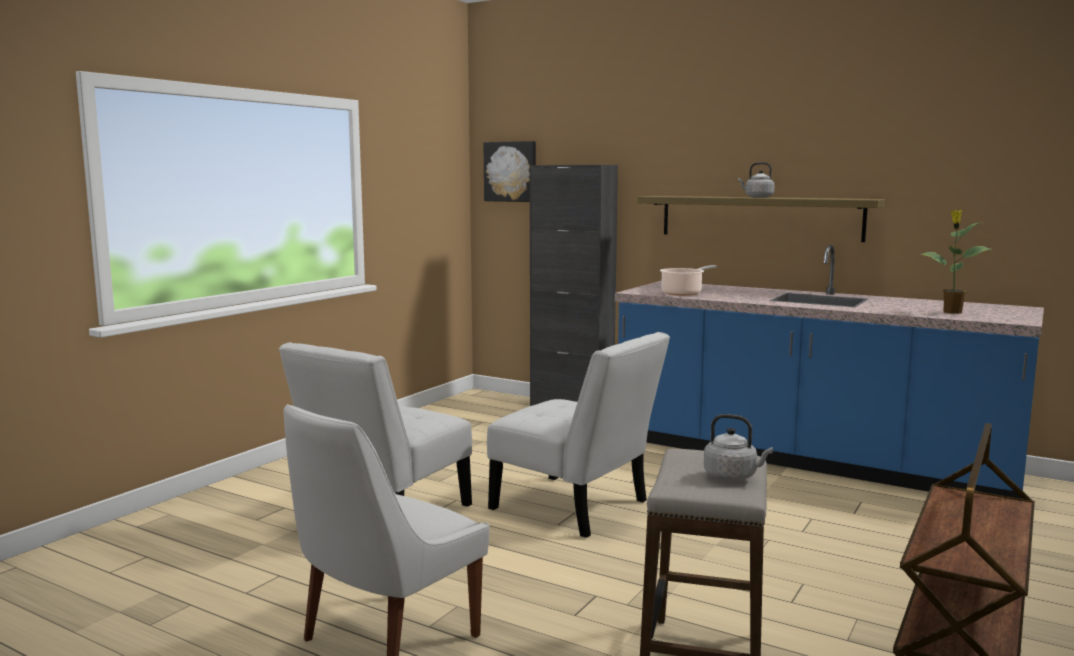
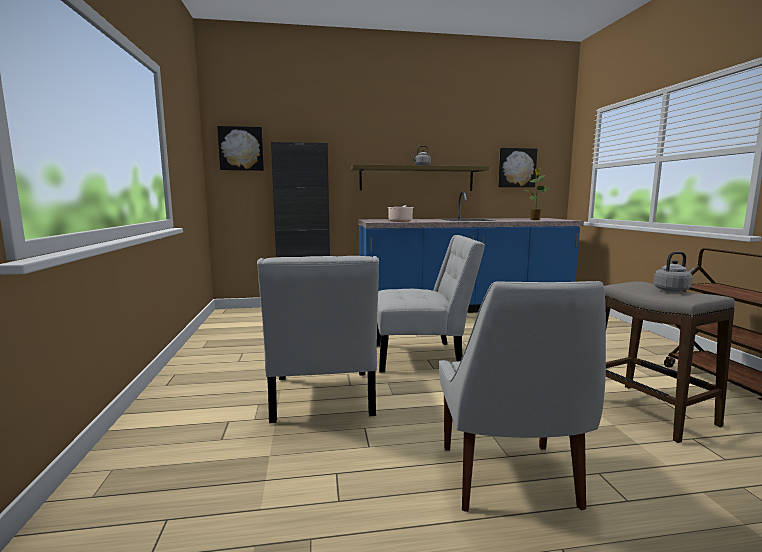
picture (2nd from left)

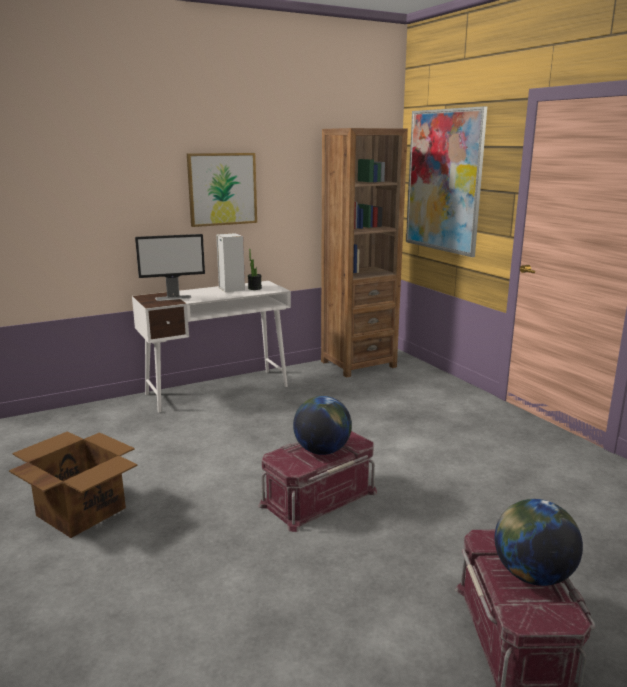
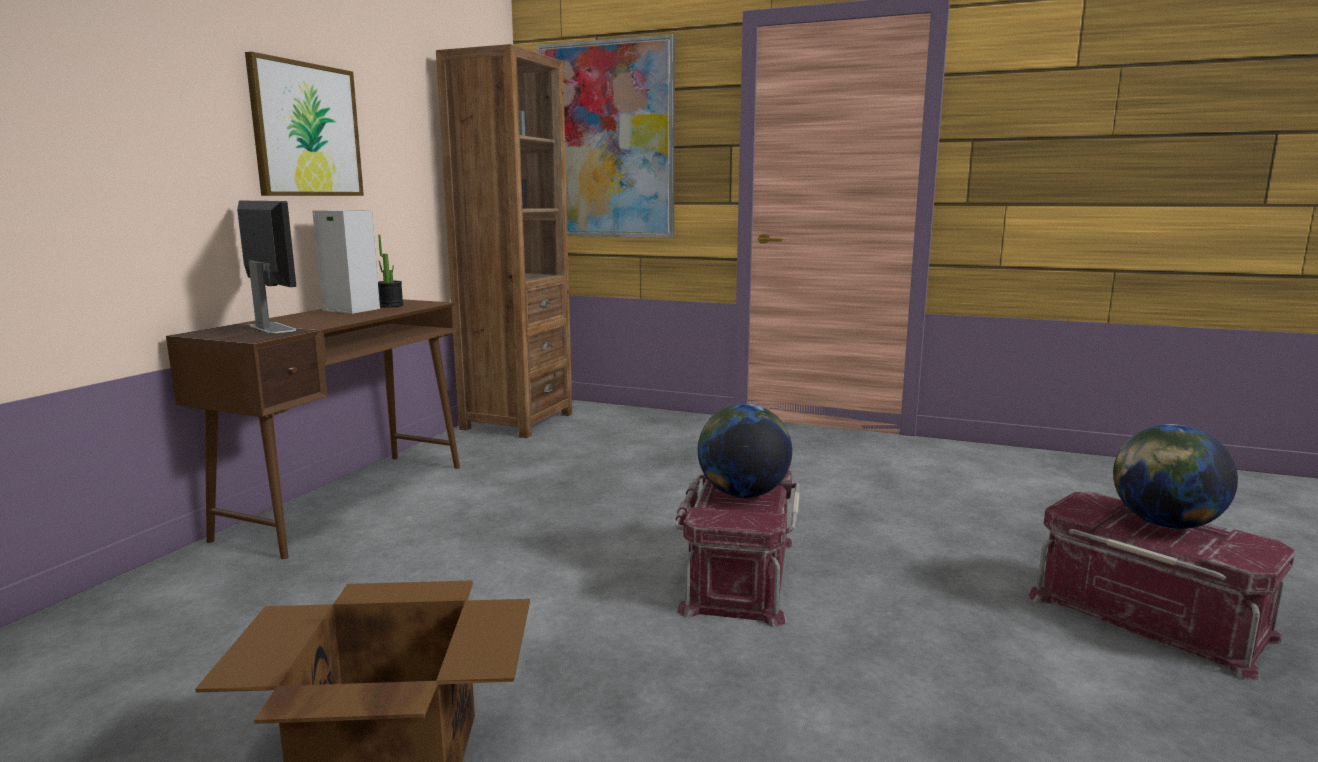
brownish_desk_table; monitor

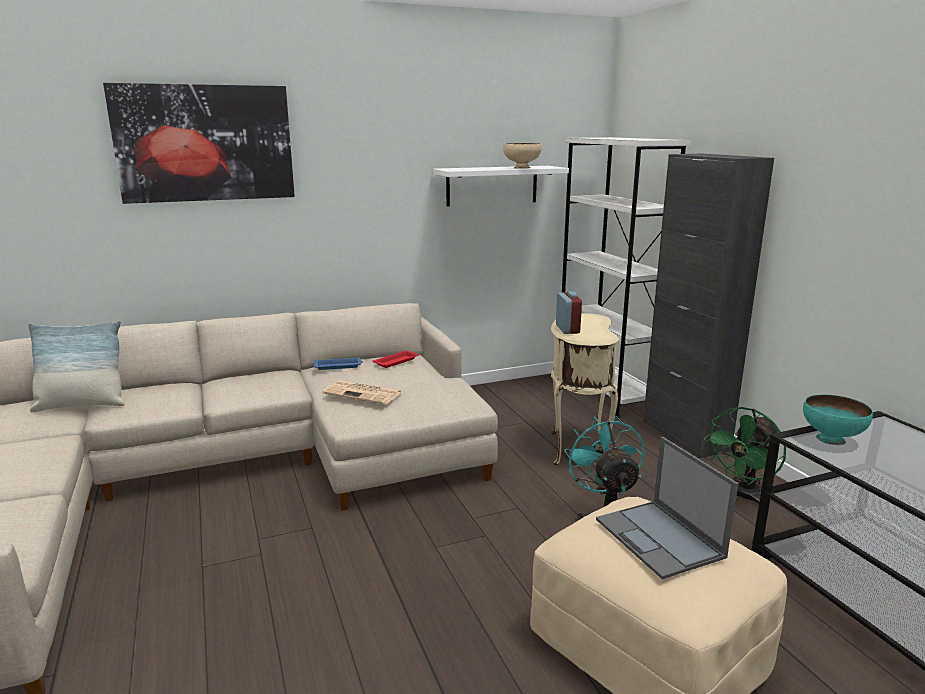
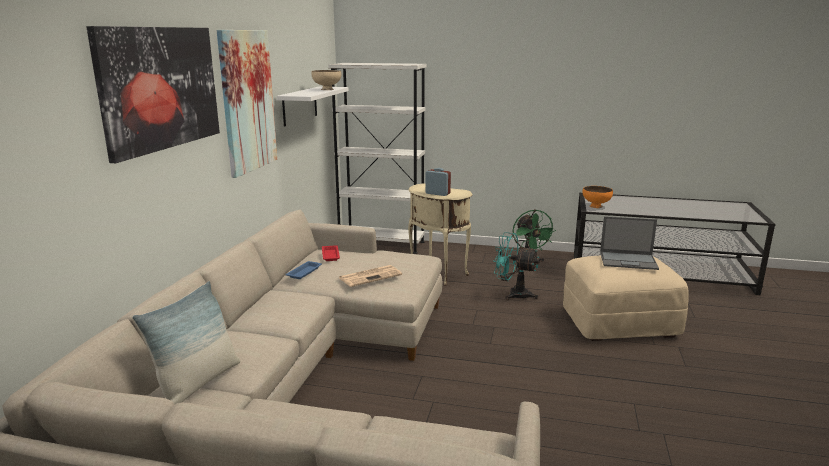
blackish_cupboard; picture (2nd from left); orange_bowl

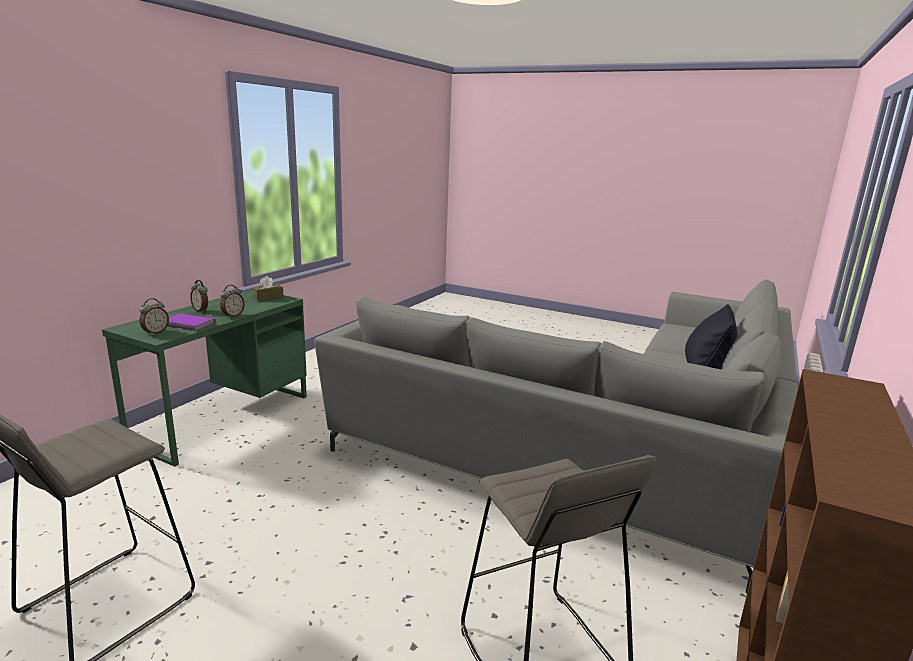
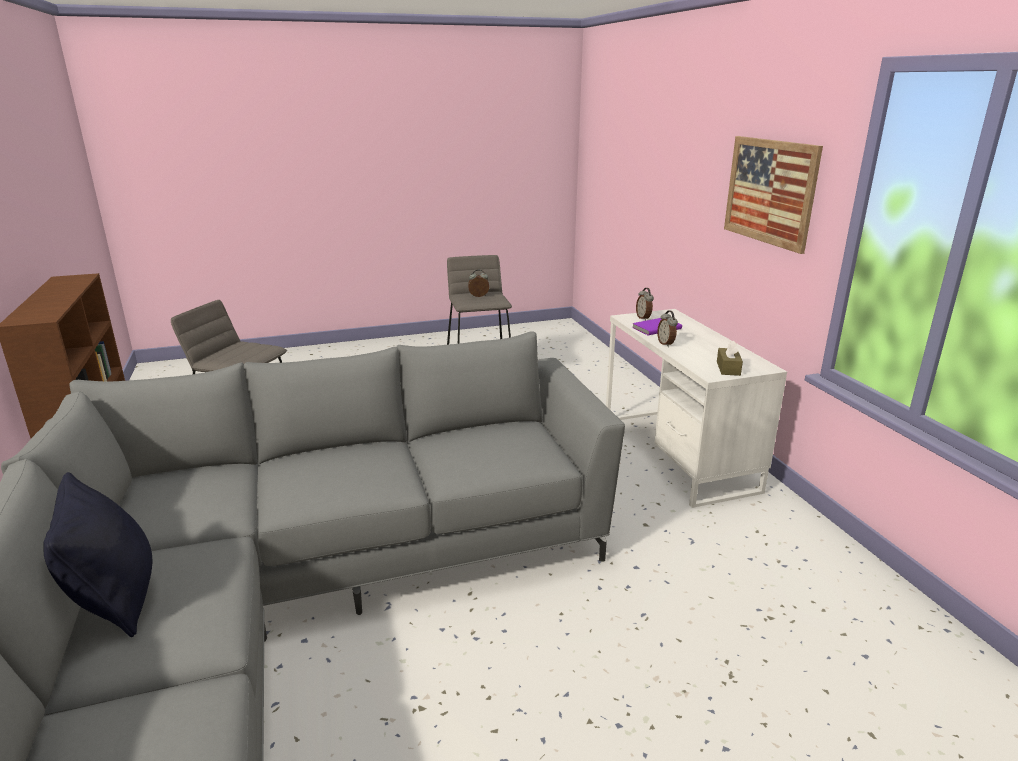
picture; table_clock (1st from left); white-coloured_desk_table

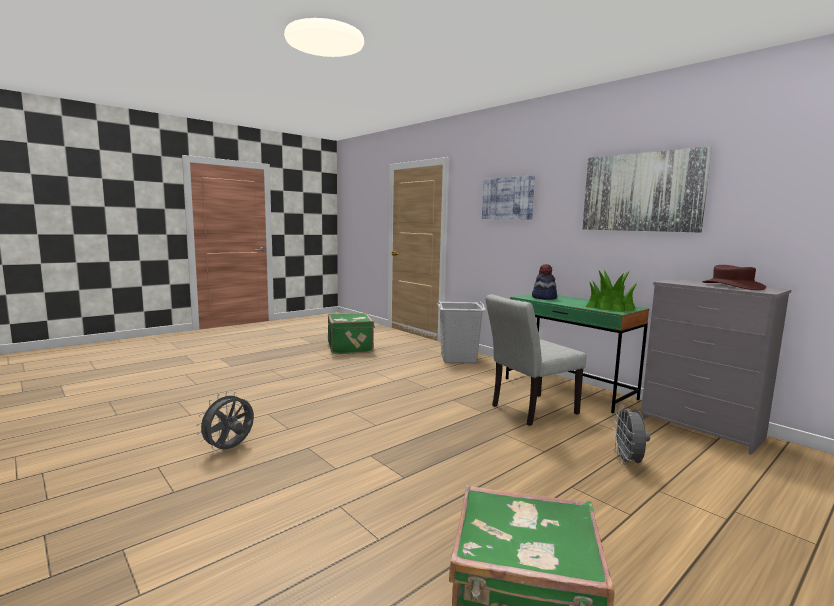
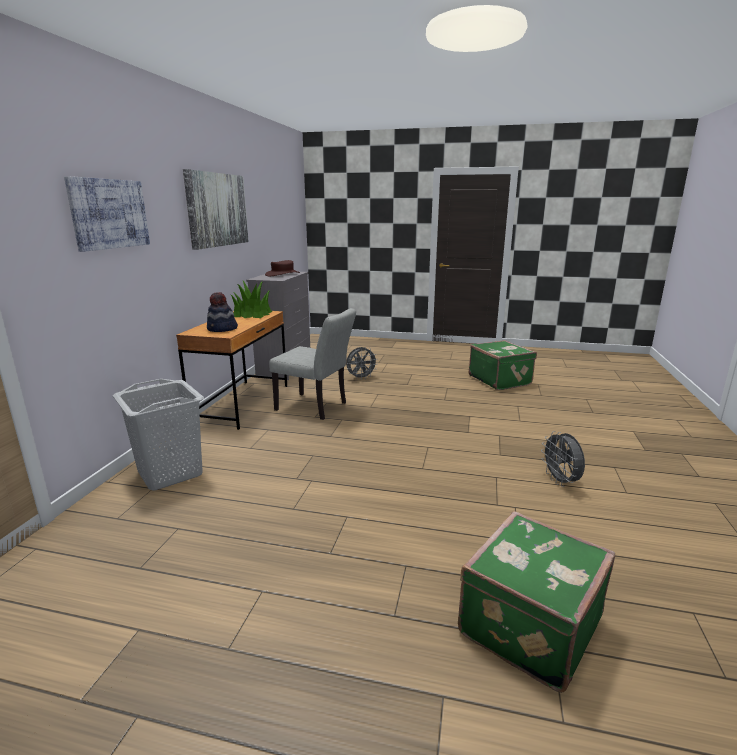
green_suitcase (2nd from left); brownish_desk_table; grey_electric_fan (2nd from left)

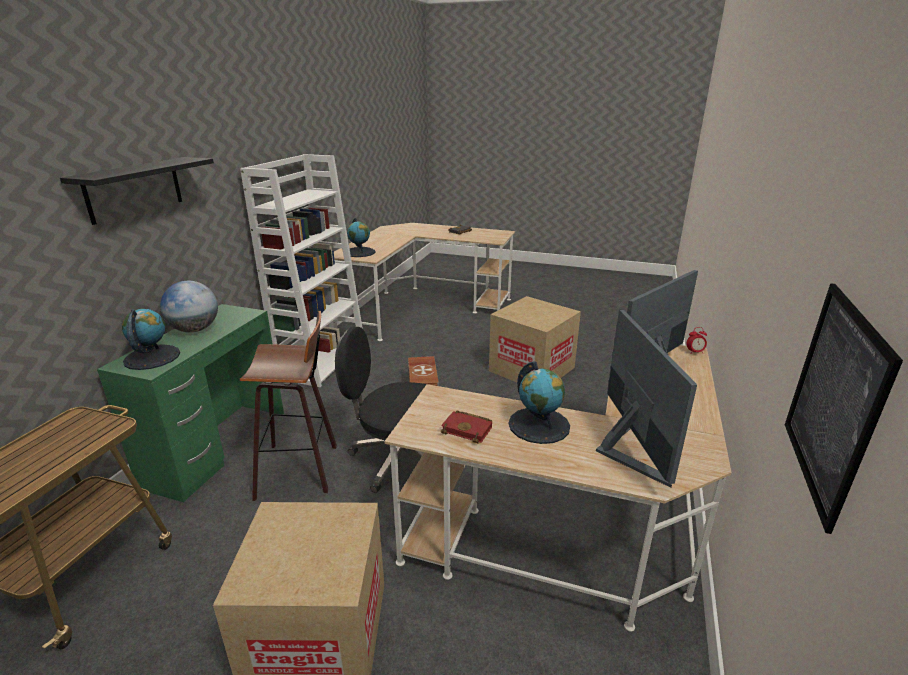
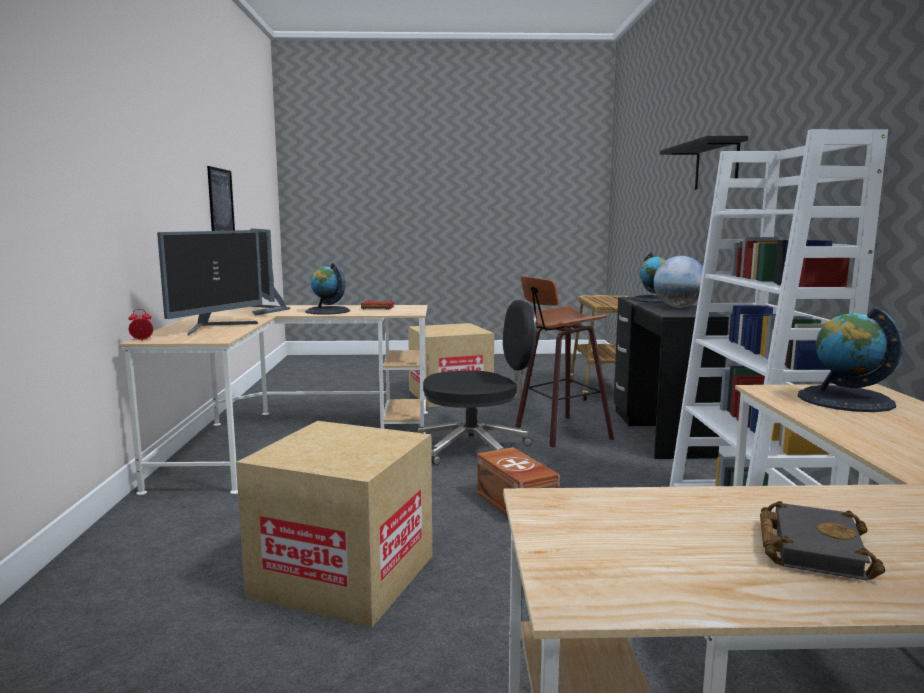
blackish_desk_table

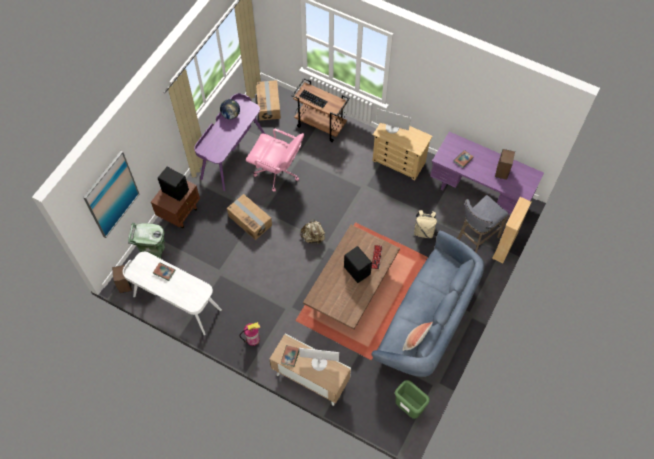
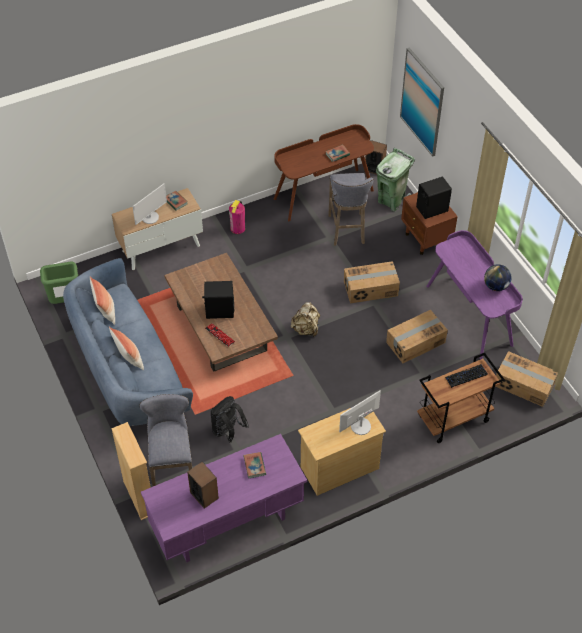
throw_pillow (2nd from left); grey_stool_seat (2nd from left); packing_box (2nd from left); brownish_desk_table; blackish_knapsack

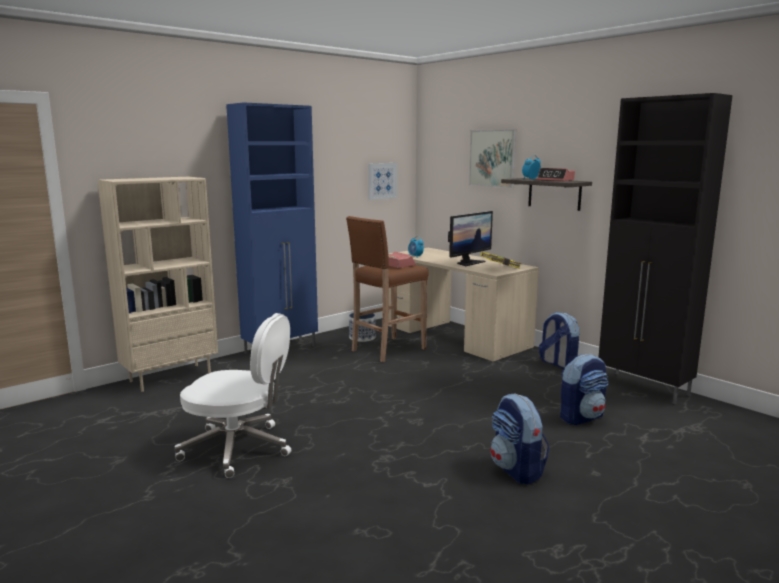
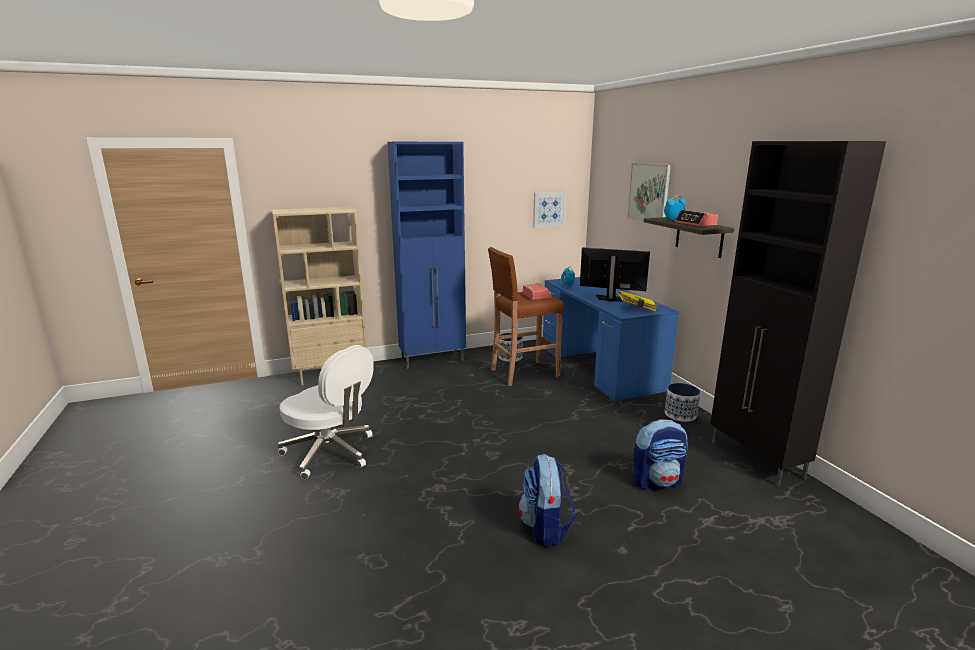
planter (2nd from left); blue-coloured_desk_table; monitor

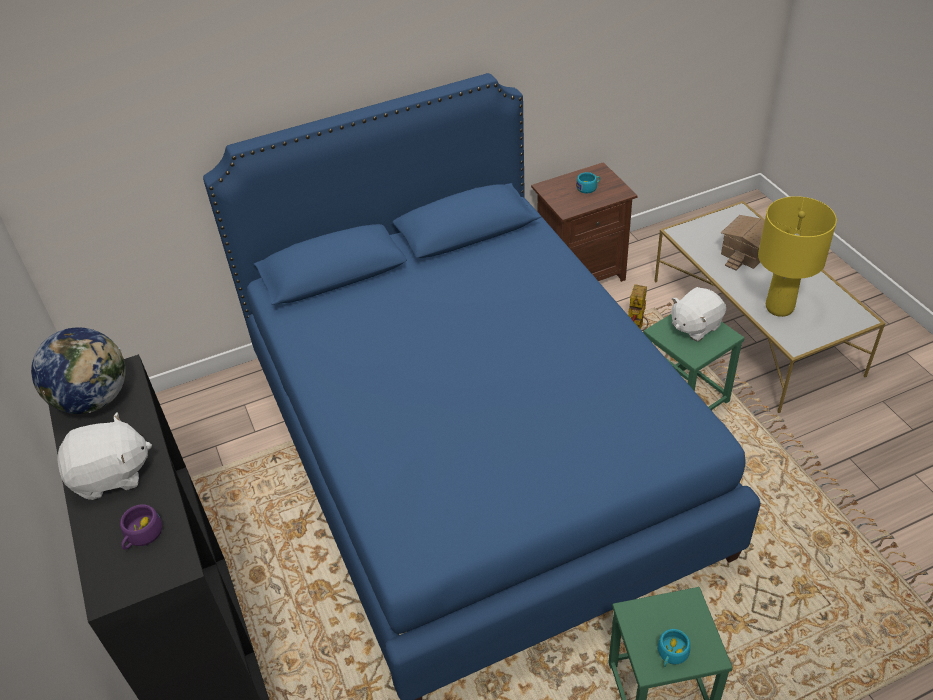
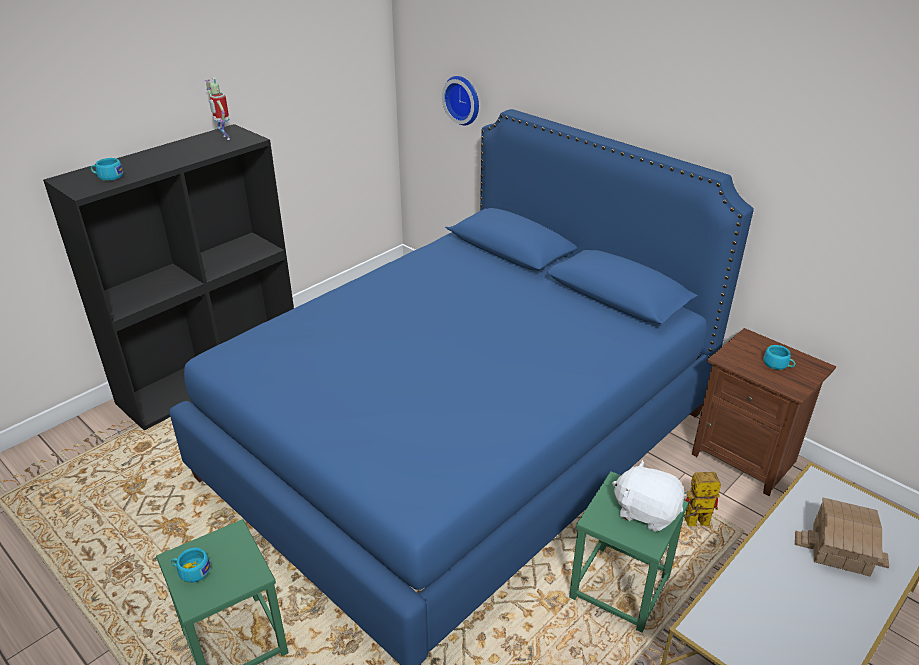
white-coloured_plush_toy (1st from left in the first image); yellow_table_lamp; clock_on_the_wall; robot_figure (1st from left); turquoise_small_cup (1st from left)

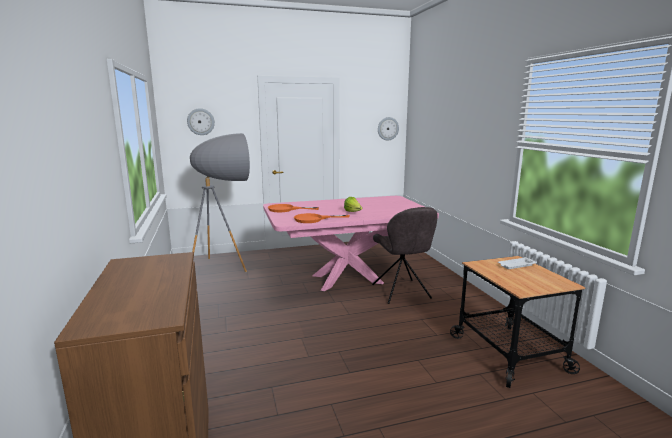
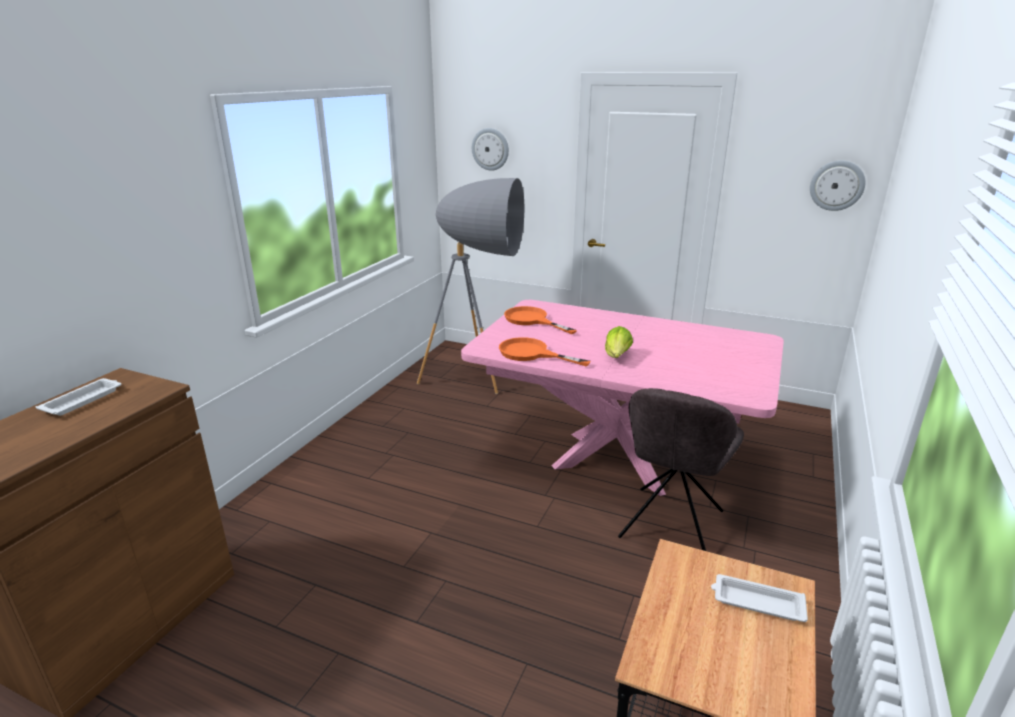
white-coloured_carrying_tray (1st from left)

